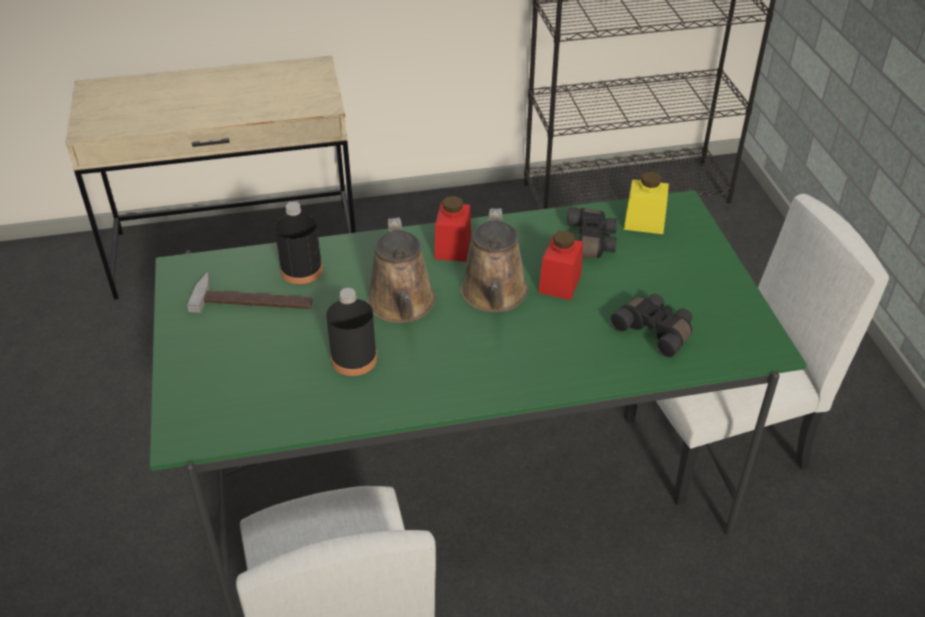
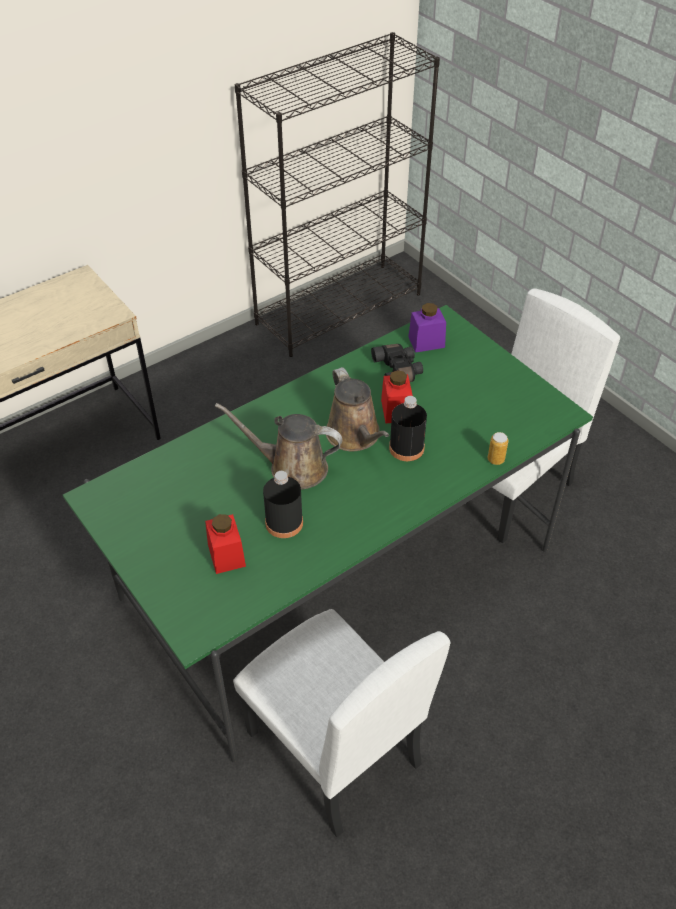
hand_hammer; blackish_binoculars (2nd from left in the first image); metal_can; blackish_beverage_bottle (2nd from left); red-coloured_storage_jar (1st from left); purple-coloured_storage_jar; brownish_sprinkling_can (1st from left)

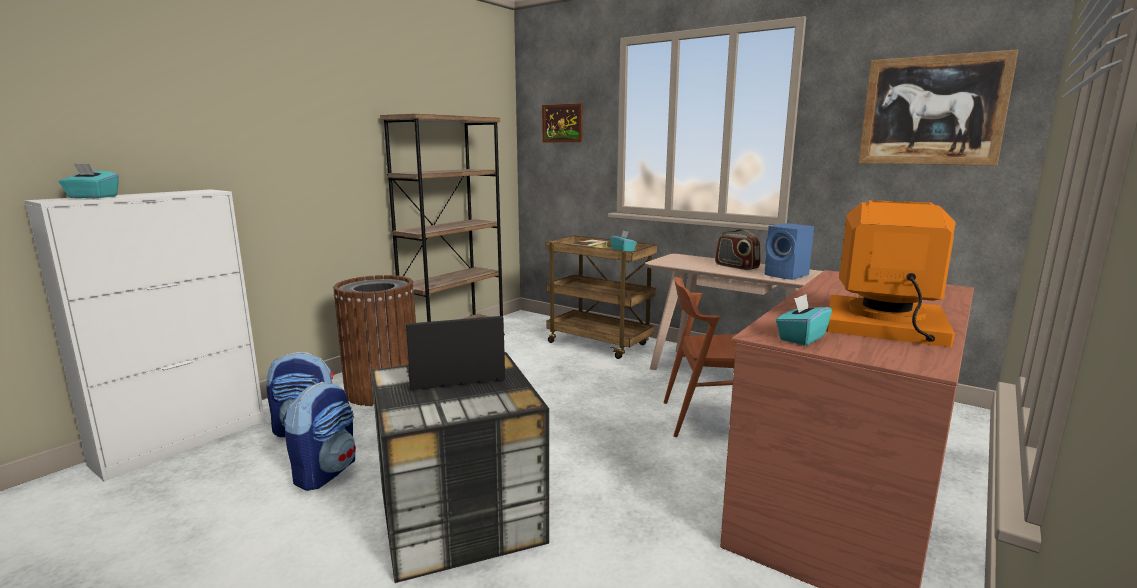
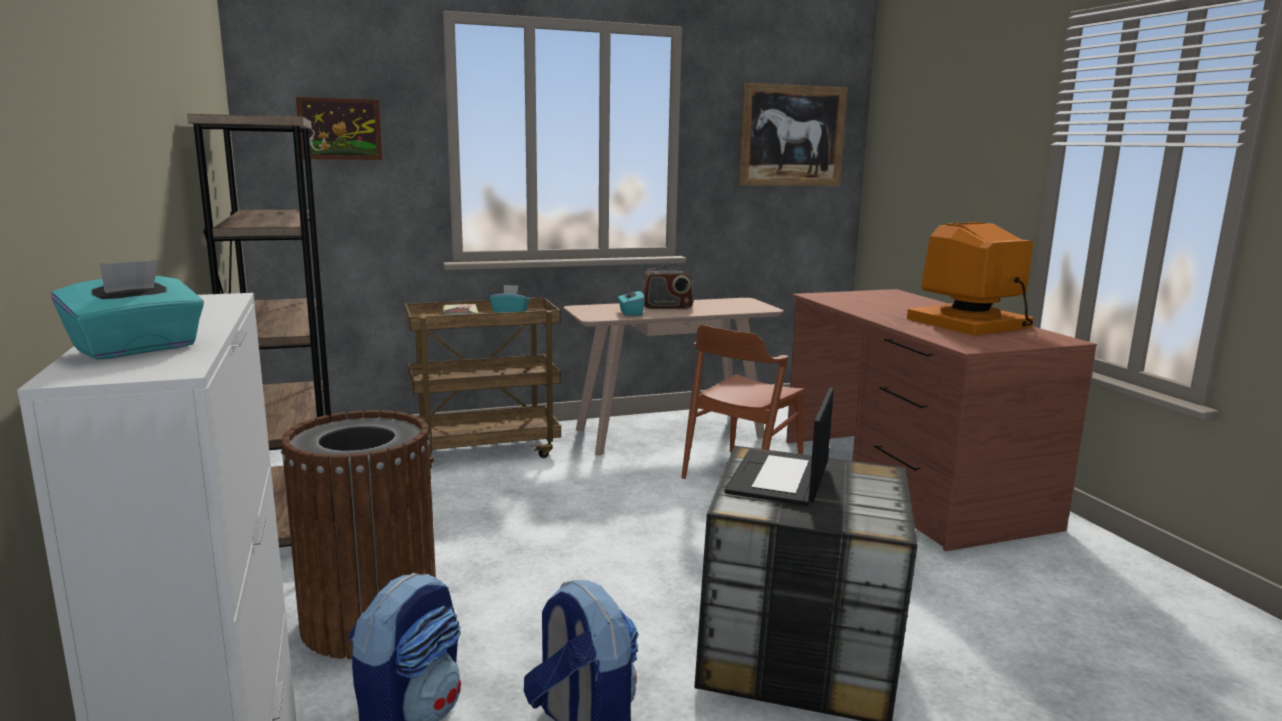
blue-coloured_speaker; turquoise_tissue_holder (3rd from left)

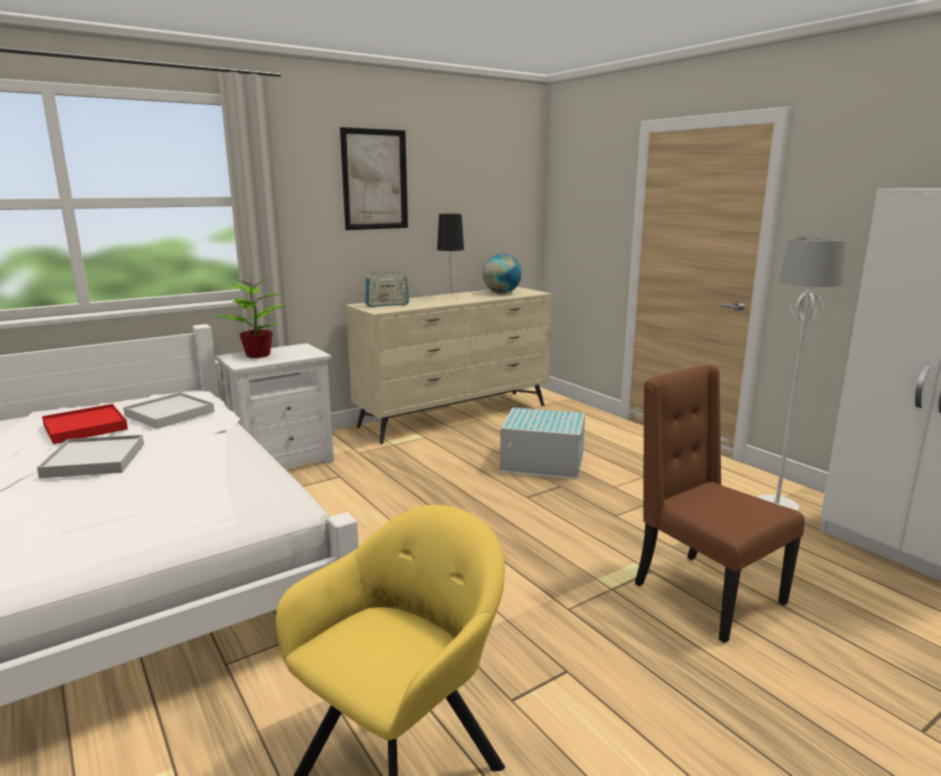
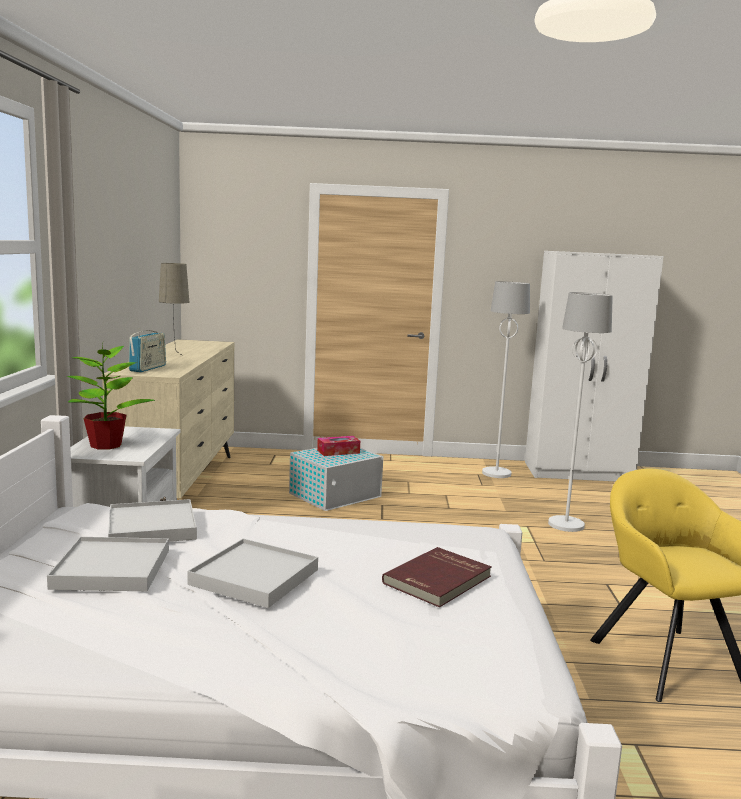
picture; globe; tissue_holder; red-coloured_book; white-coloured_standing_lamp (2nd from left); white-coloured_carrying_tray (1st from left); sand-coloured_table_lamp

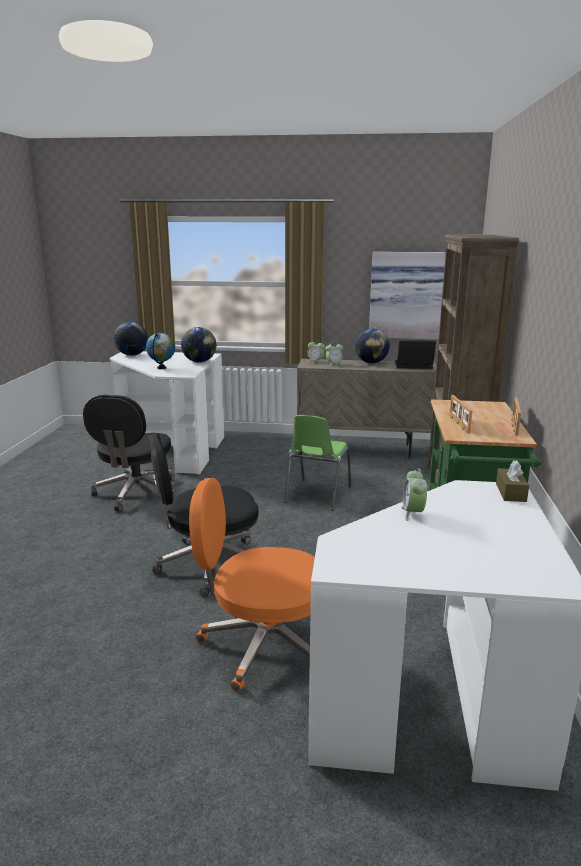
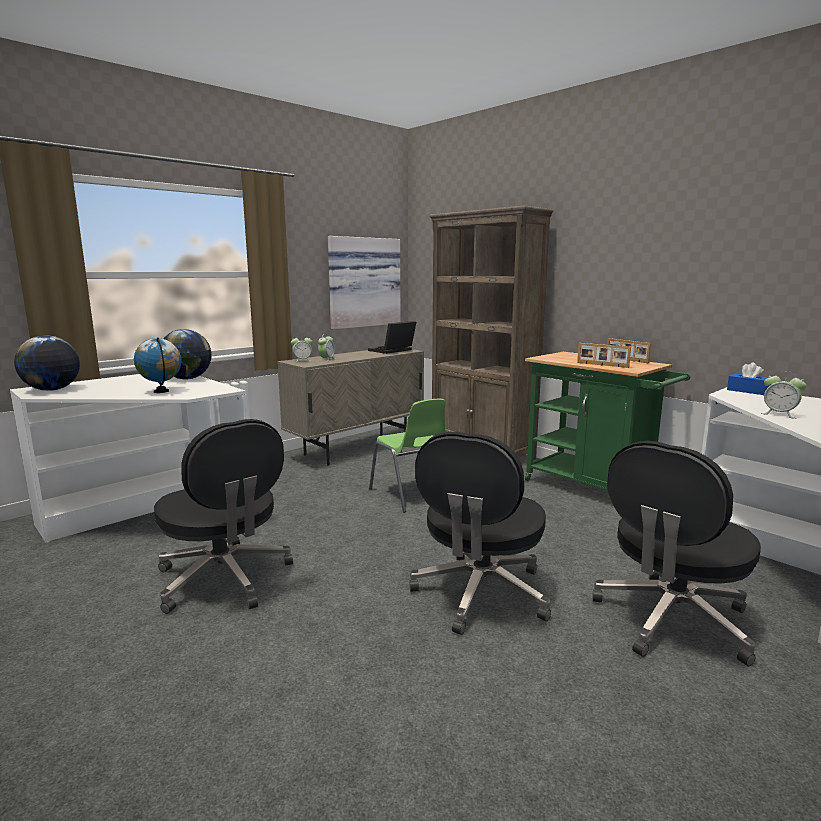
globe (4th from left in the first image); blackish_desk_chair (3rd from left); blue-coloured_tissue_holder

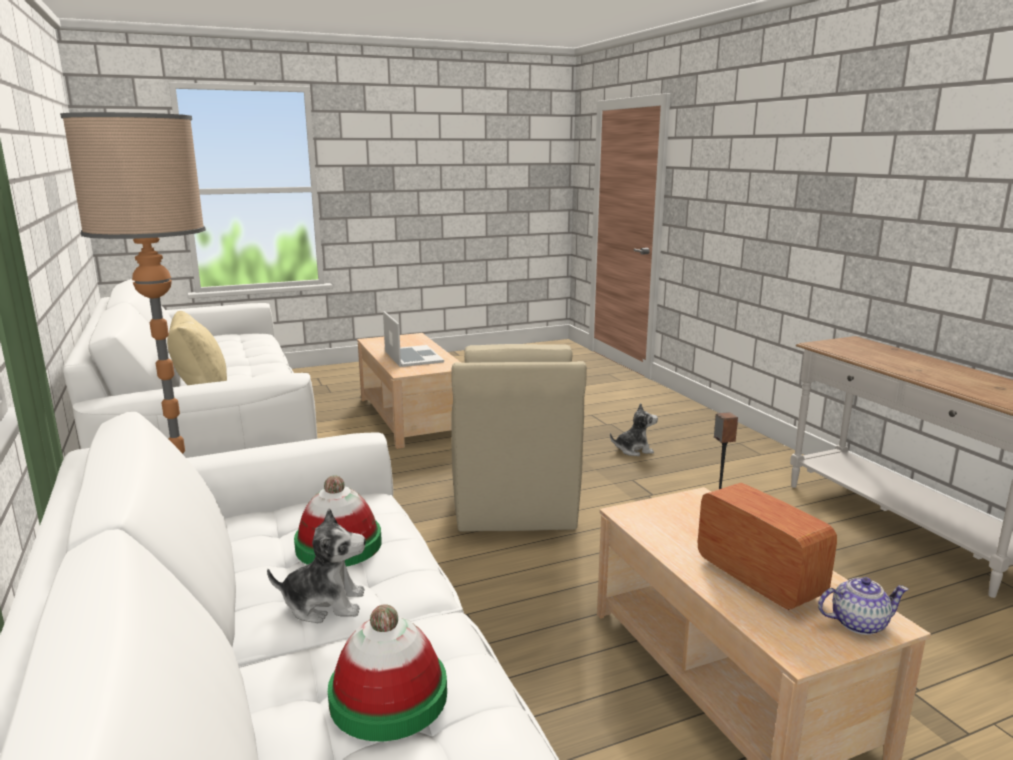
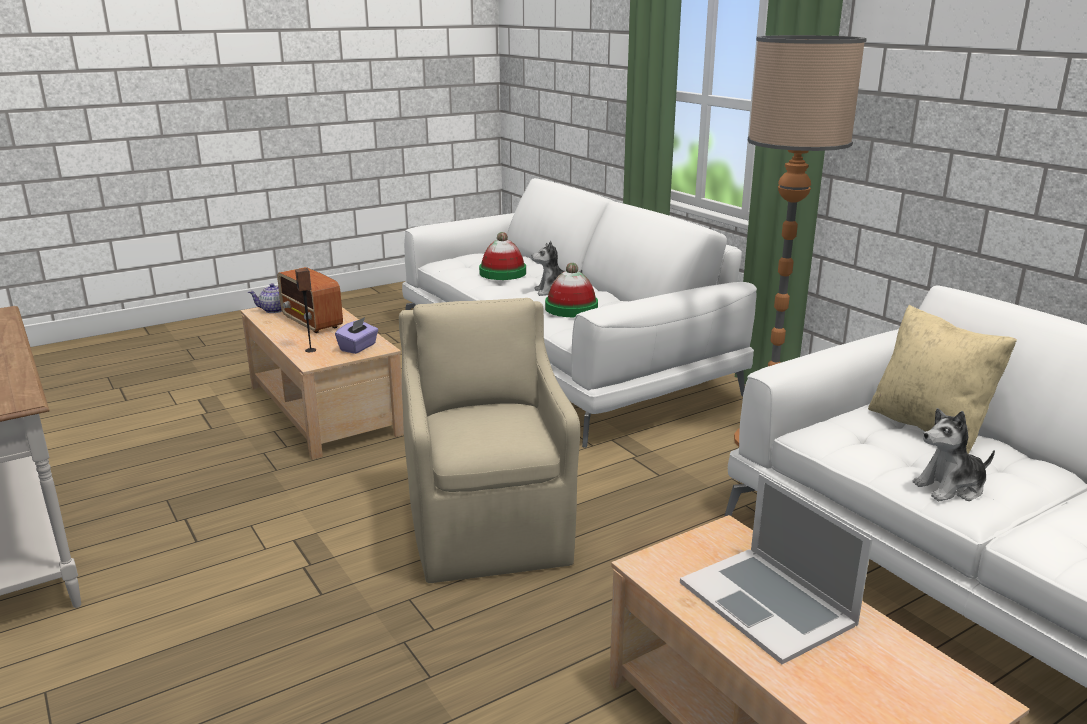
purple-coloured_tissue_holder; plush_toy (2nd from left)

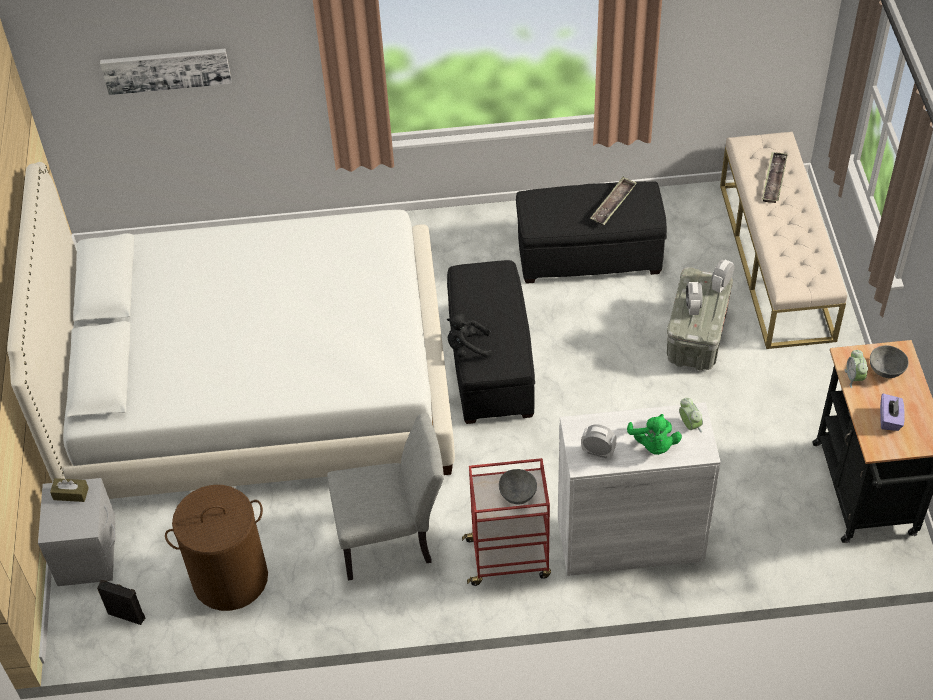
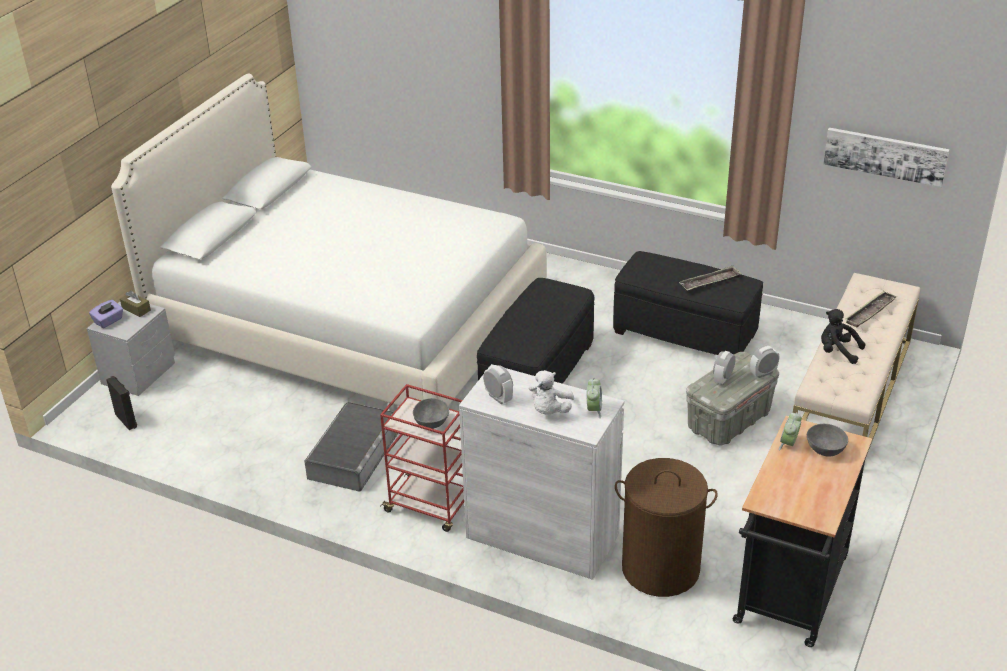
picture; brownish_laundry_basket; blackish_plush_toy; purple-coloured_tissue_holder; grey_storage_container (1st from left); white-coloured_plush_toy

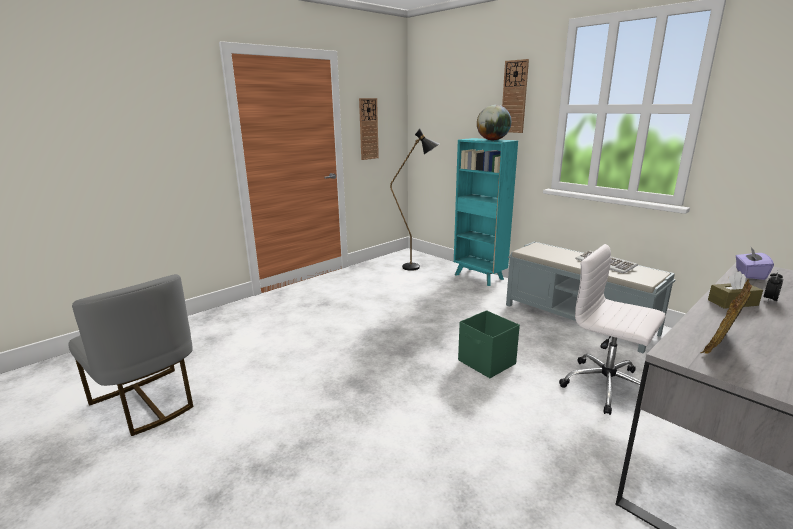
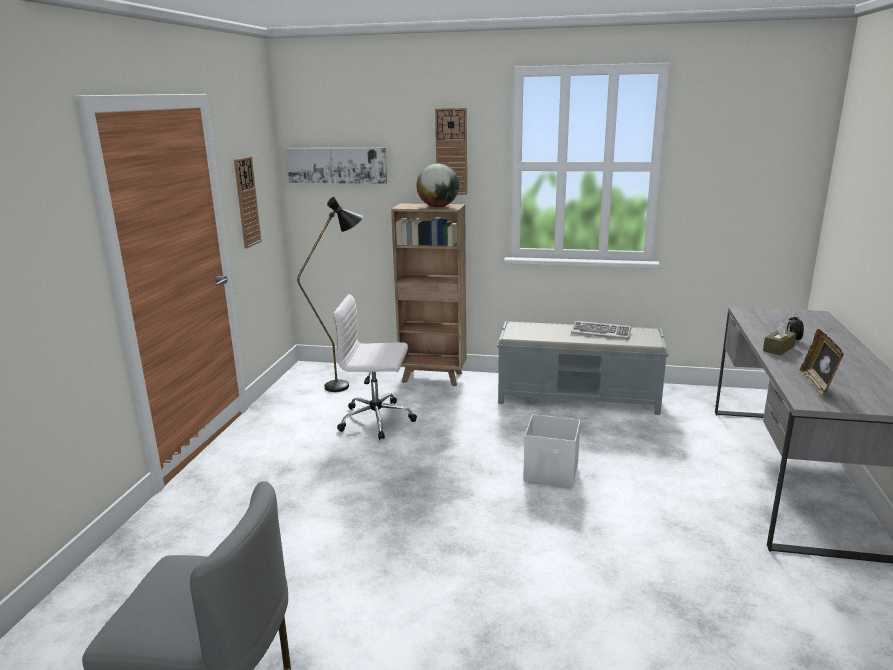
purple-coloured_tissue_holder; picture; white-coloured_desk_chair; brownish_bookshelf; white-coloured_storage_container

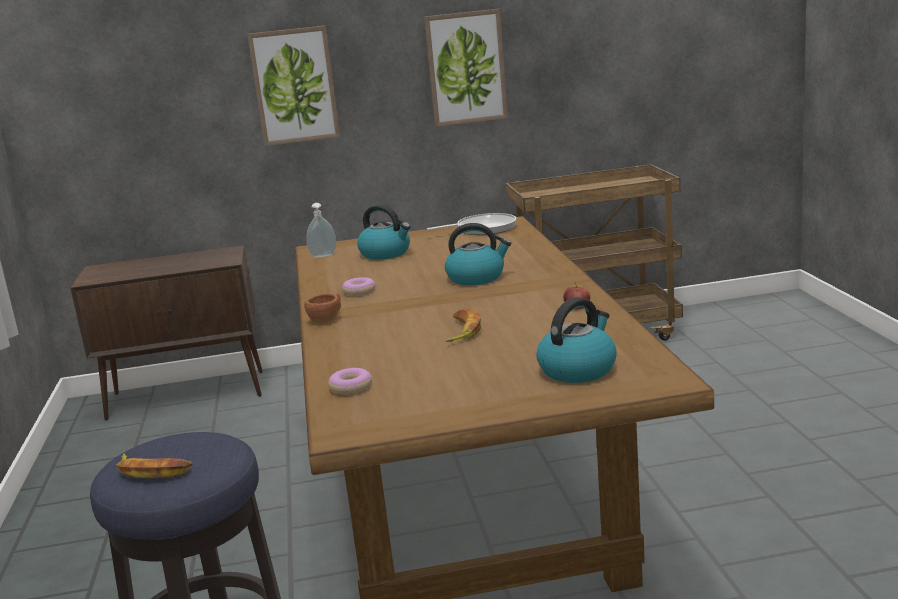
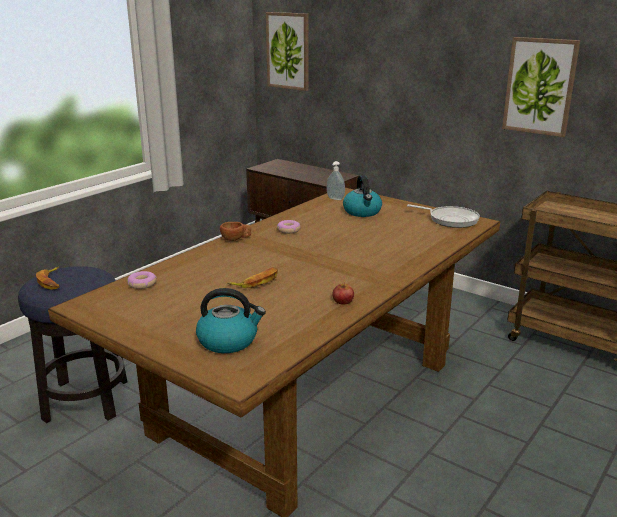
tea_kettle (2nd from left in the first image); picture (1st from left)

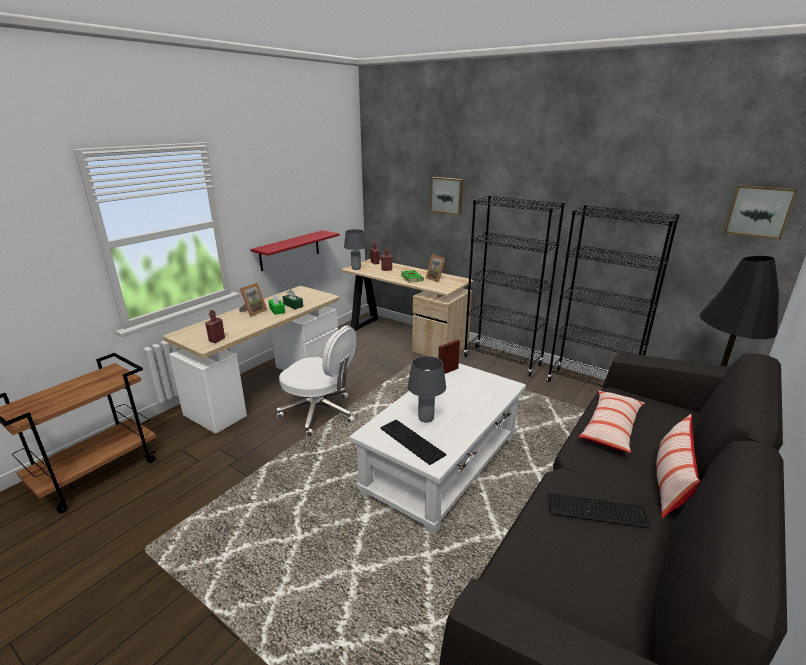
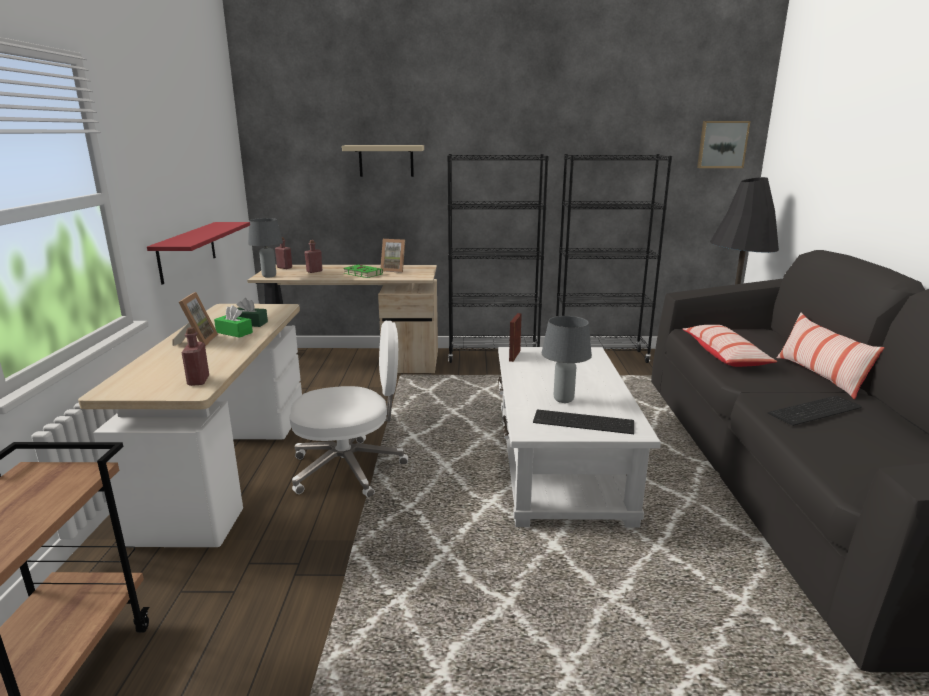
sand-coloured_shelf

